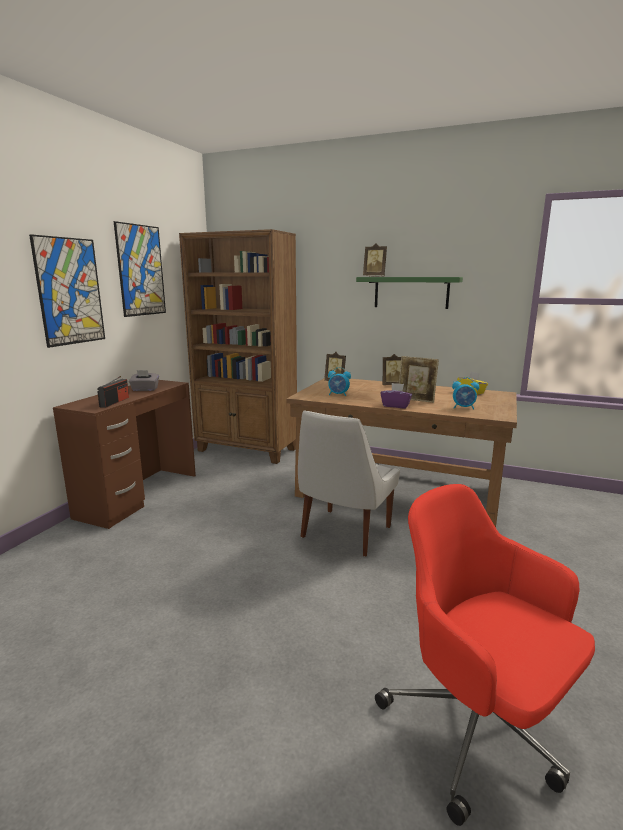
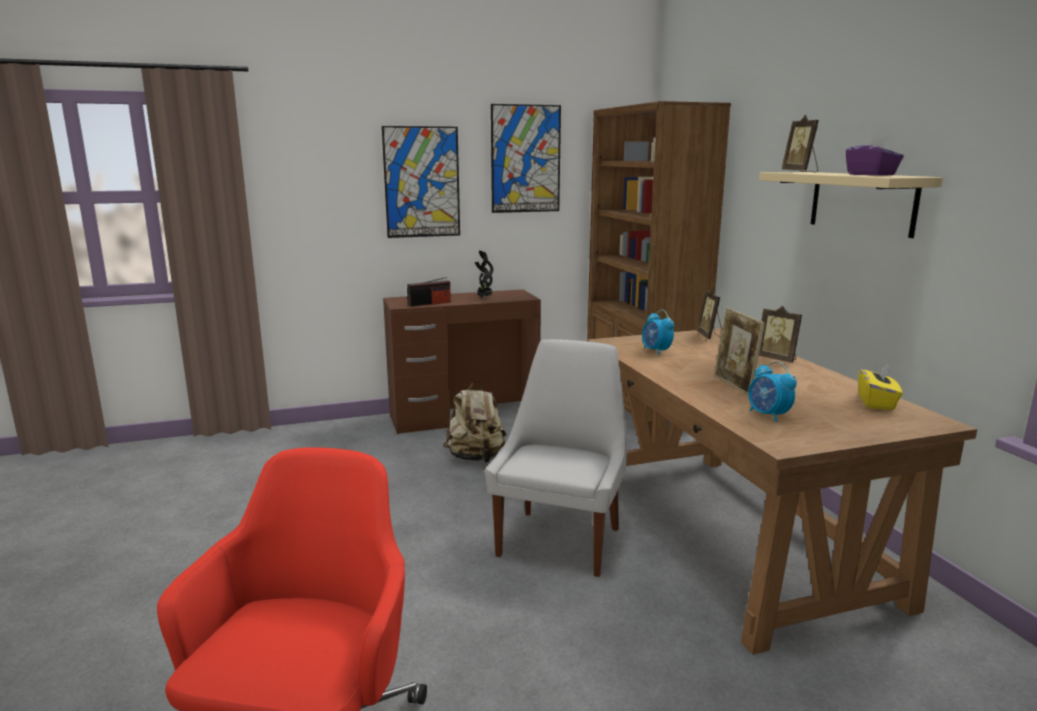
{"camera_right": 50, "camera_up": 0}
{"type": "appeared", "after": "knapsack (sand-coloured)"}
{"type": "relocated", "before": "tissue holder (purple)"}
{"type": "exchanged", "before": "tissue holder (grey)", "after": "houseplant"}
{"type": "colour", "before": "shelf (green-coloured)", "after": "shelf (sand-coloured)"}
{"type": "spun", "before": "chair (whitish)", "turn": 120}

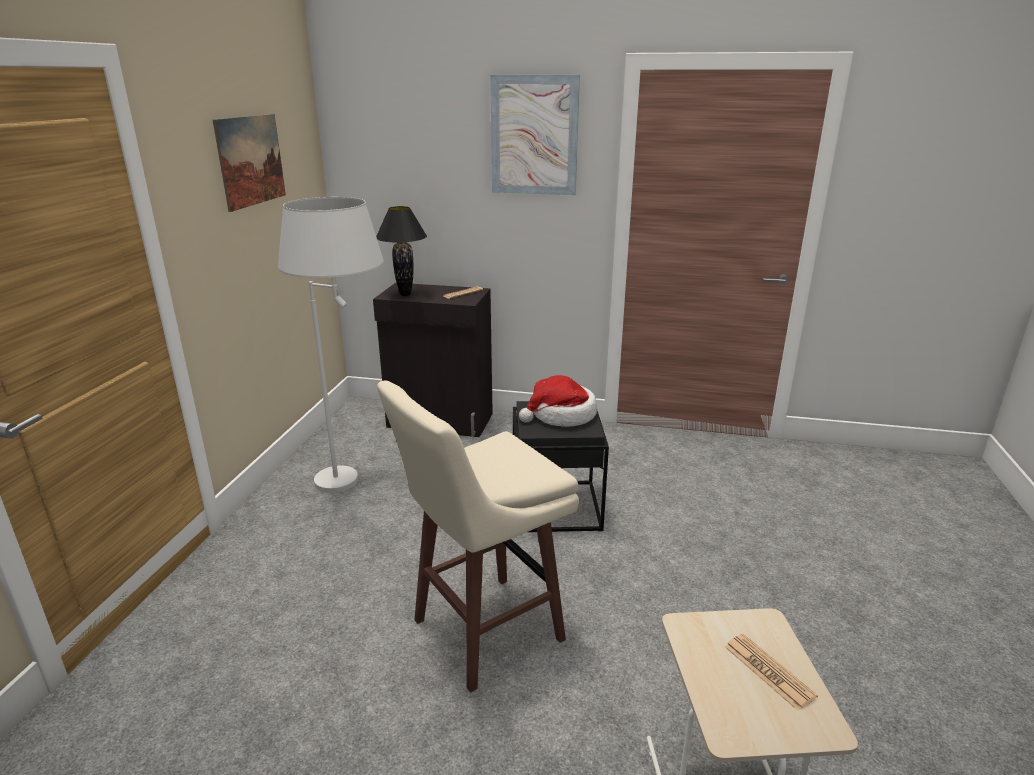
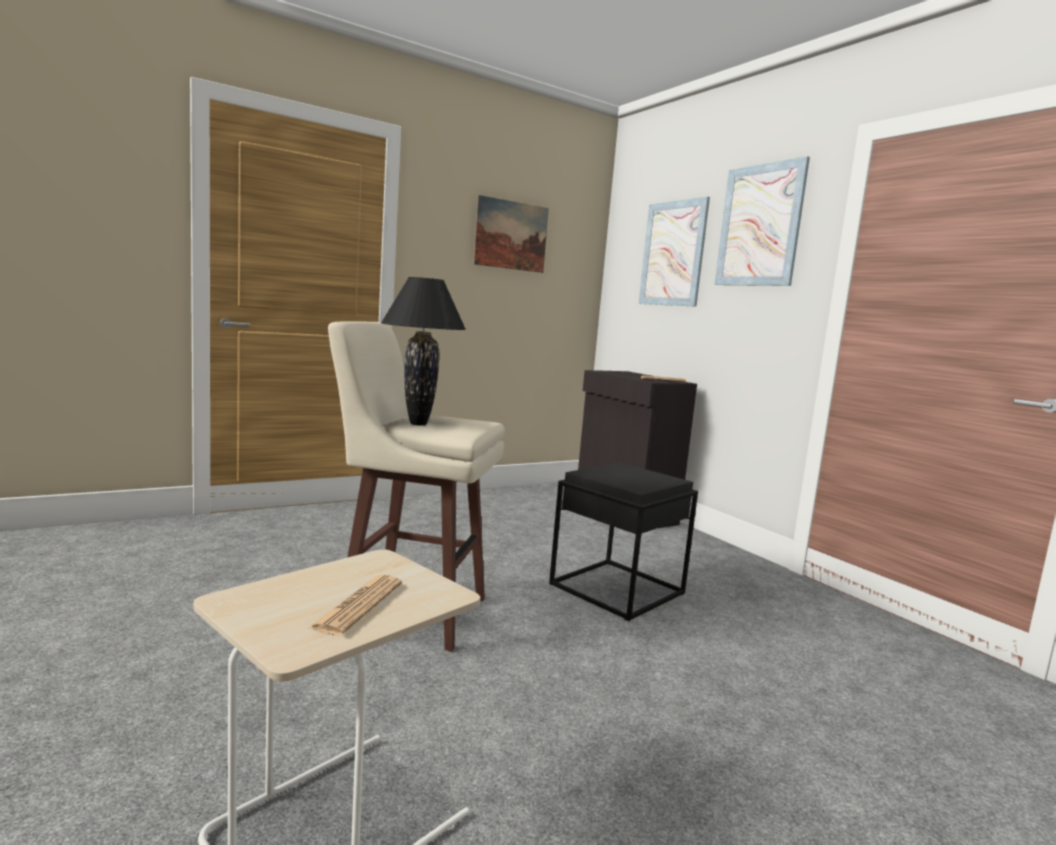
{"camera_right": 45, "camera_up": -15}
{"type": "missing", "before": "floor lamp (whitish)"}
{"type": "missing", "before": "wearable hat"}
{"type": "appeared", "after": "wall art (no. 2 from left)"}
{"type": "relocated", "before": "lamp for a table (black)"}

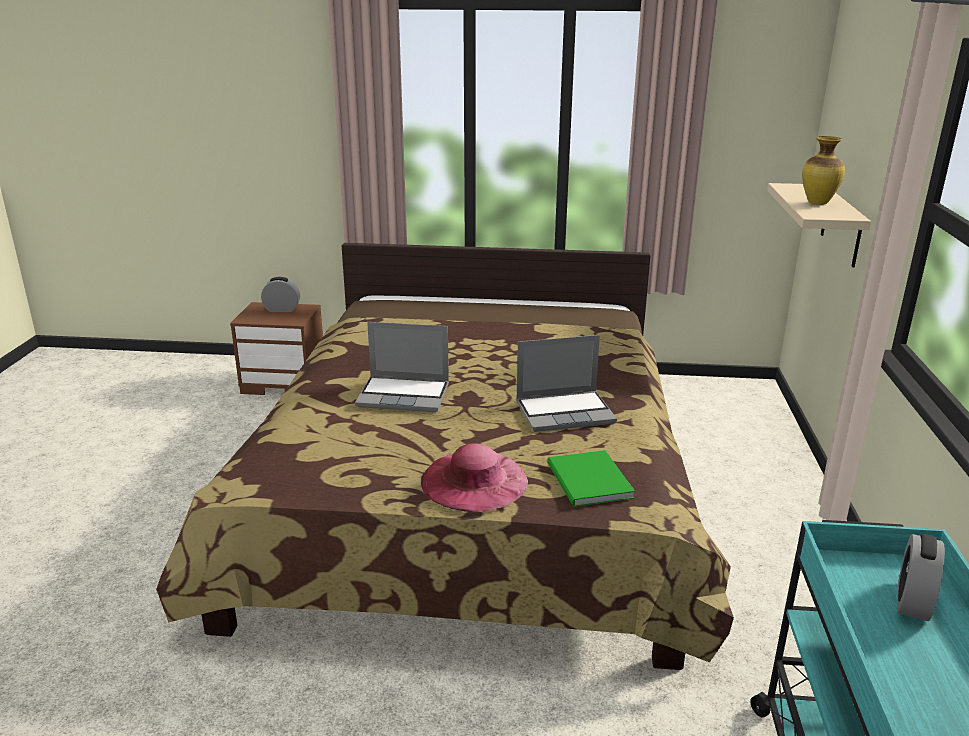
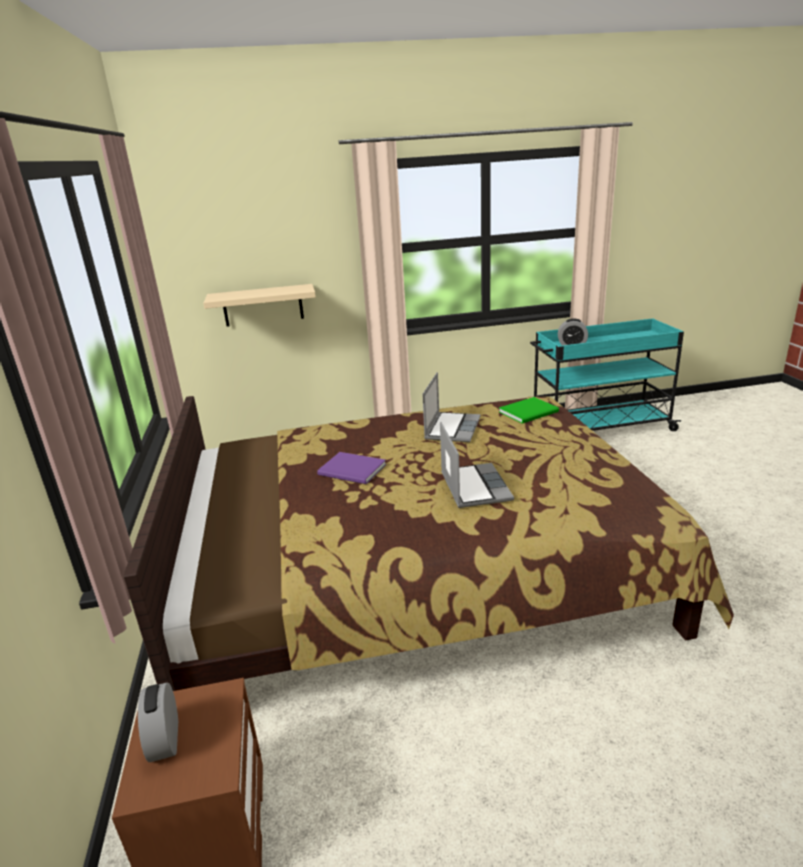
{"camera_right": -105, "camera_up": 0}
{"type": "missing", "before": "wearable hat (pink)"}
{"type": "missing", "before": "decorative vase"}
{"type": "appeared", "after": "volume (purple)"}
{"type": "spun", "before": "notebook computer (no. 2 from left in the first image)", "turn": 45}

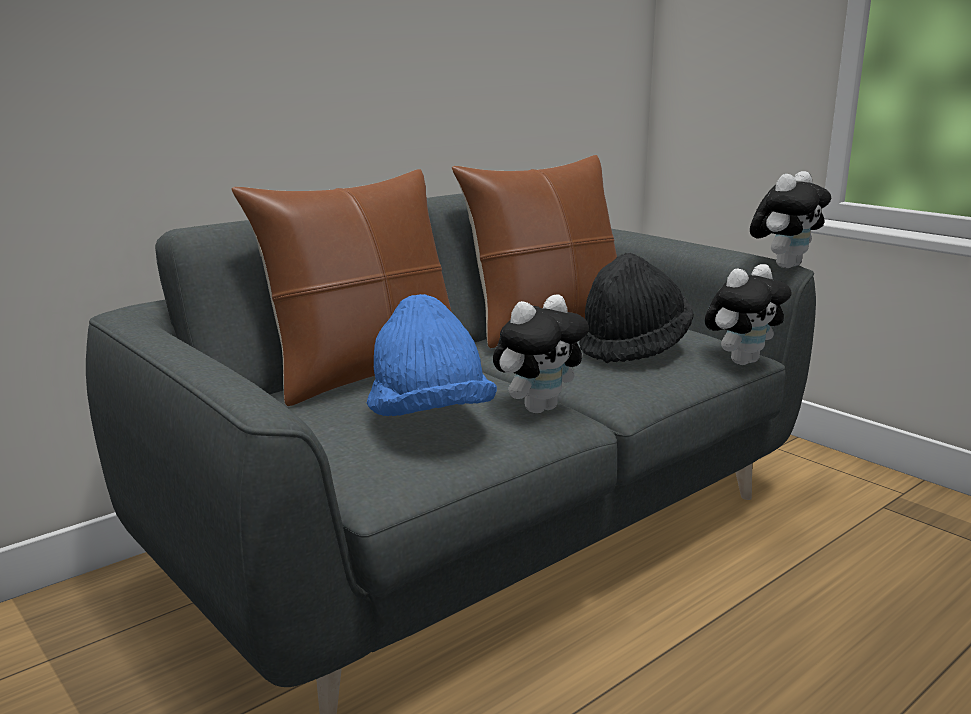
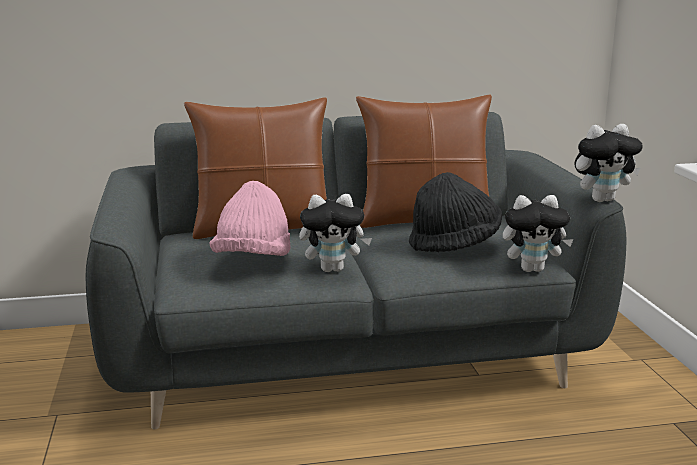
{"camera_right": 30, "camera_up": 0}
{"type": "colour", "before": "wearable hat (blue)", "after": "wearable hat (pink)"}

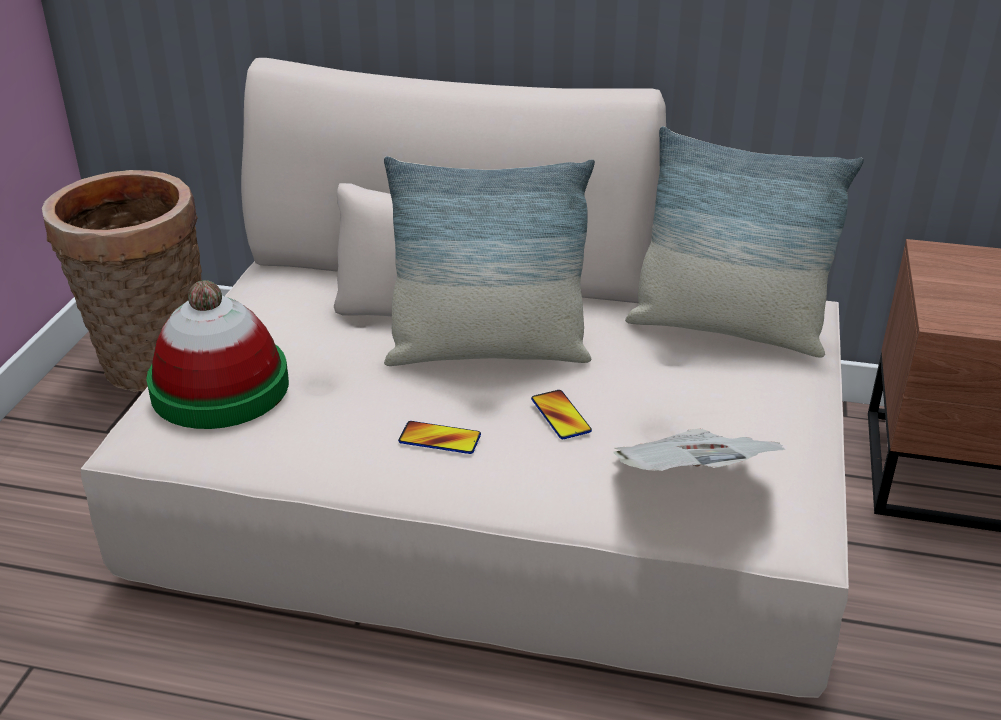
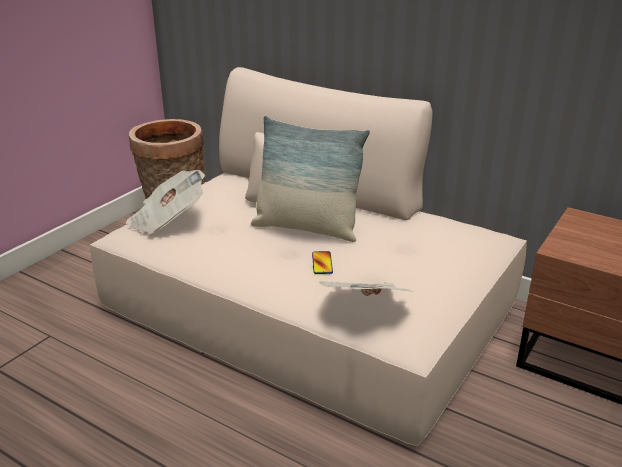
{"camera_right": 20, "camera_up": -5}
{"type": "missing", "before": "telephone (no. 1 from left)"}
{"type": "missing", "before": "cushion (no. 2 from left)"}
{"type": "exchanged", "before": "wearable hat", "after": "daily paper (no. 1 from left)"}

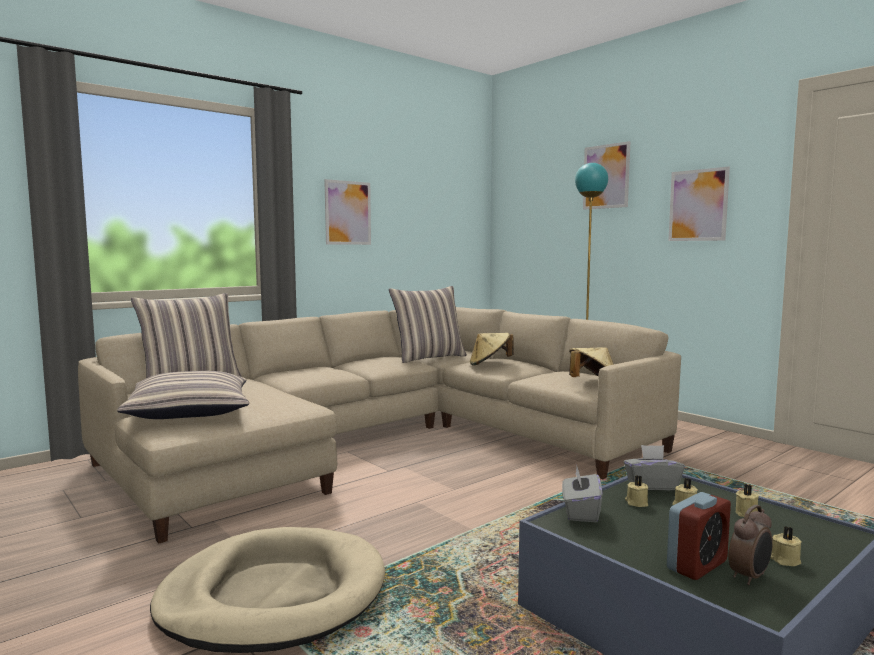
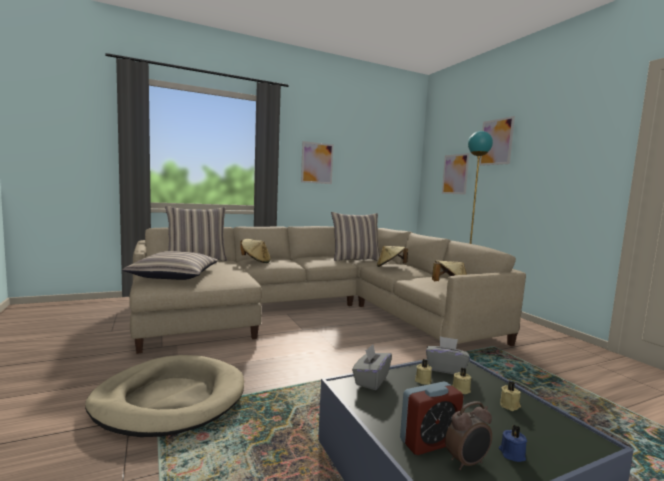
{"camera_right": 15, "camera_up": 0}
{"type": "appeared", "after": "wearable hat (sand-coloured) (no. 1 from left)"}
{"type": "relocated", "before": "wall art (no. 3 from left in the first image)", "after": "wall art (no. 2 from left)"}
{"type": "colour", "before": "candle (sand-coloured) (no. 4 from left)", "after": "candle (blue)"}

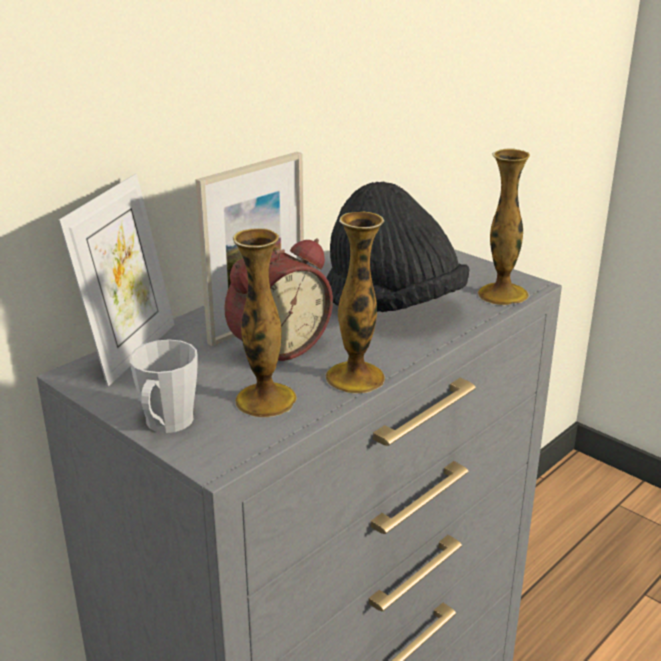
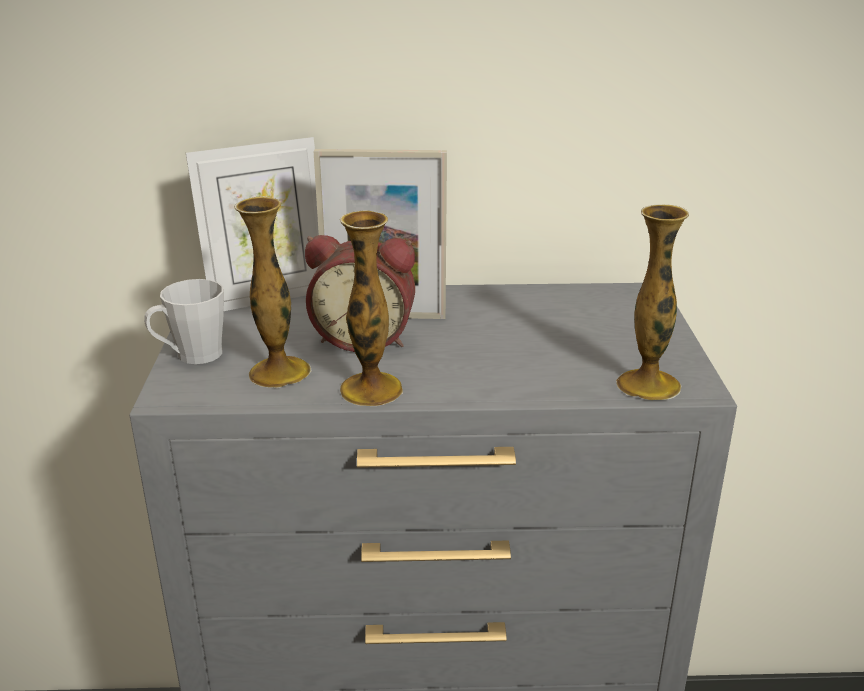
{"camera_right": 45, "camera_up": 0}
{"type": "missing", "before": "wearable hat (black)"}

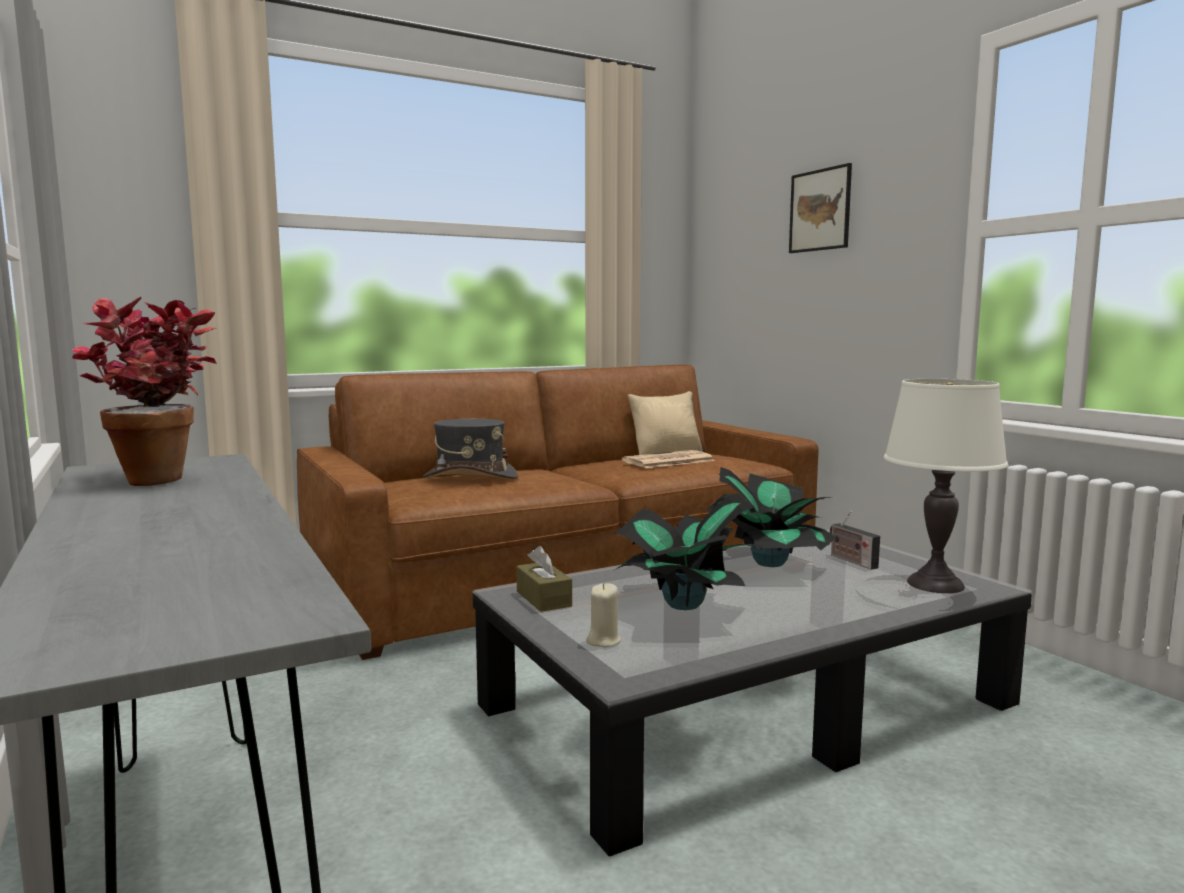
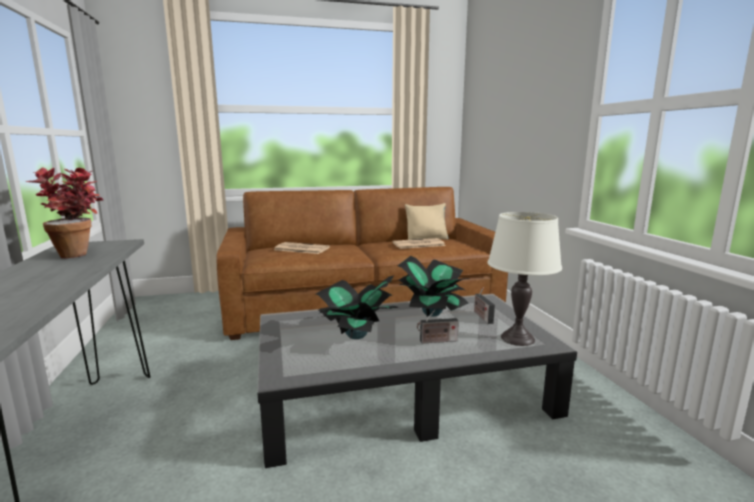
{"camera_right": 15, "camera_up": 5}
{"type": "missing", "before": "tissue holder (brownish)"}
{"type": "missing", "before": "candle (sand-coloured)"}
{"type": "missing", "before": "wall art"}
{"type": "appeared", "after": "radio set (no. 1 from left)"}
{"type": "exchanged", "before": "wearable hat (grey)", "after": "daily paper (no. 1 from left)"}

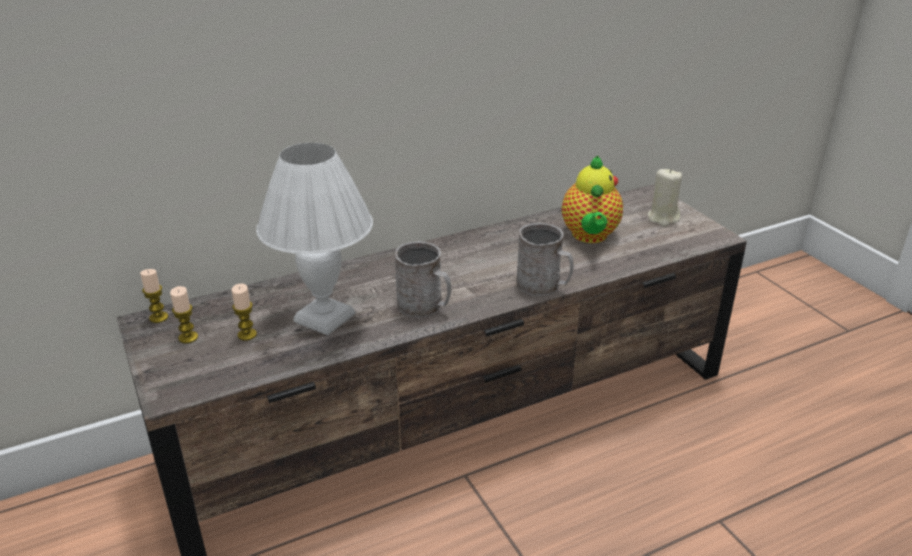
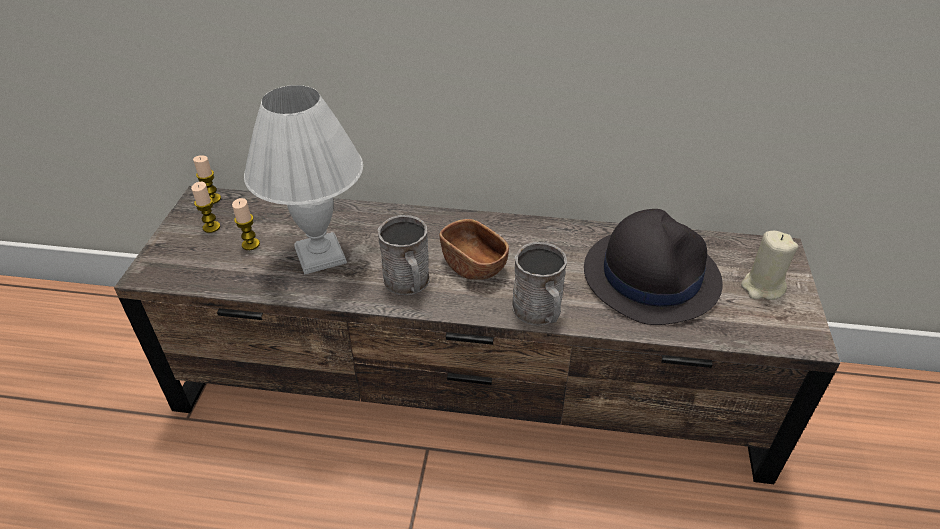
{"camera_right": 35, "camera_up": 10}
{"type": "appeared", "after": "deep dish (brownish)"}
{"type": "exchanged", "before": "tea pot", "after": "wearable hat (black)"}

